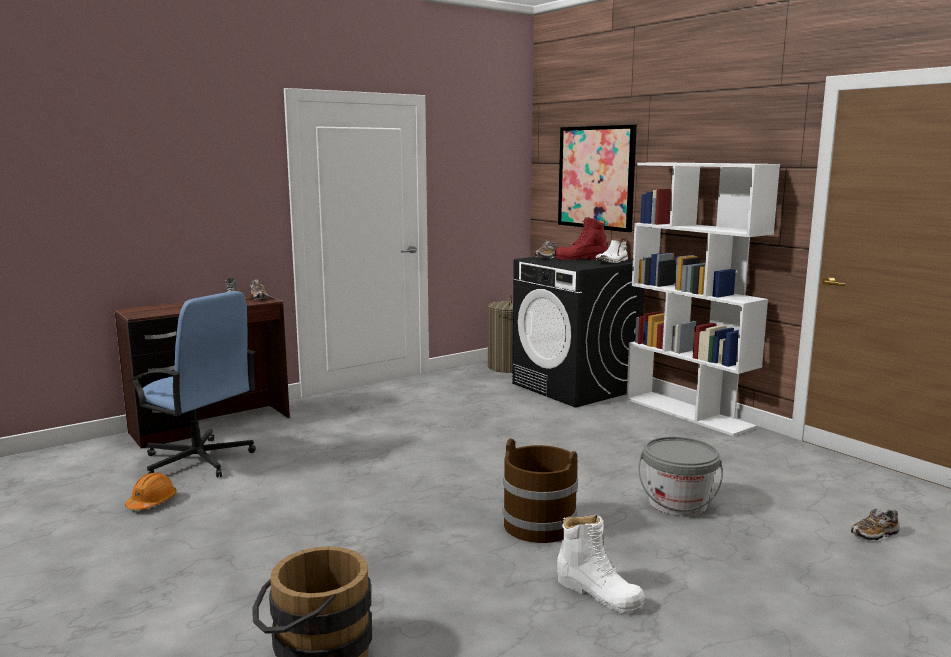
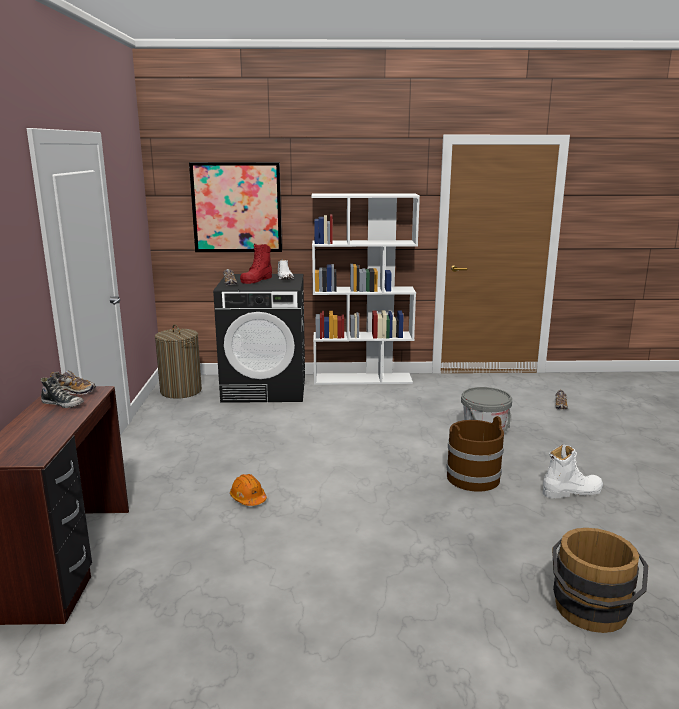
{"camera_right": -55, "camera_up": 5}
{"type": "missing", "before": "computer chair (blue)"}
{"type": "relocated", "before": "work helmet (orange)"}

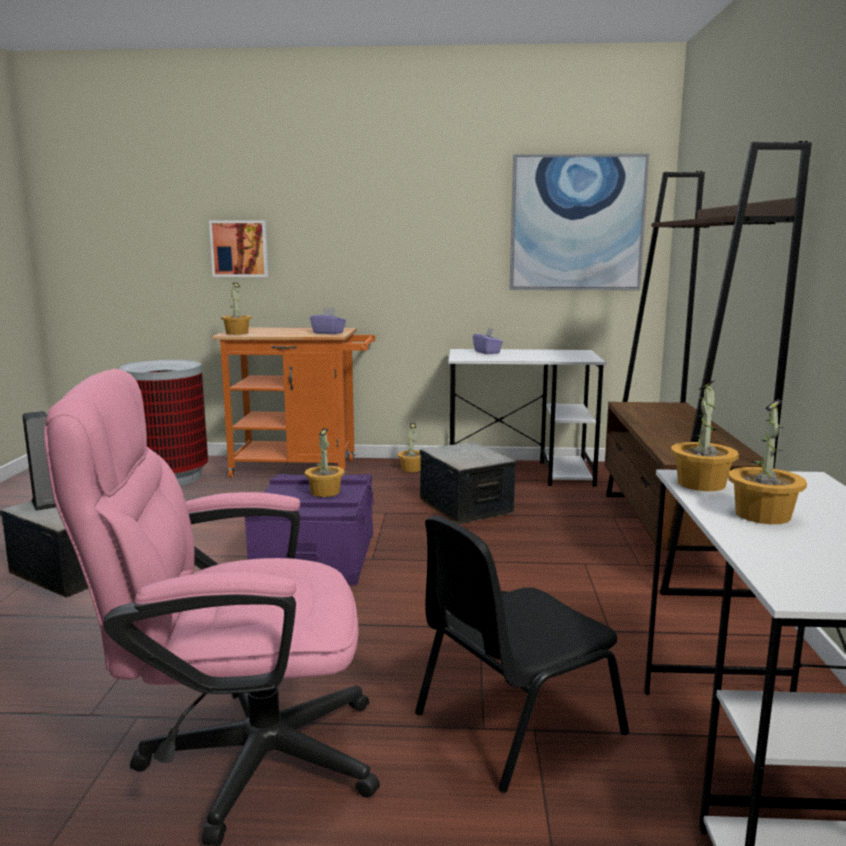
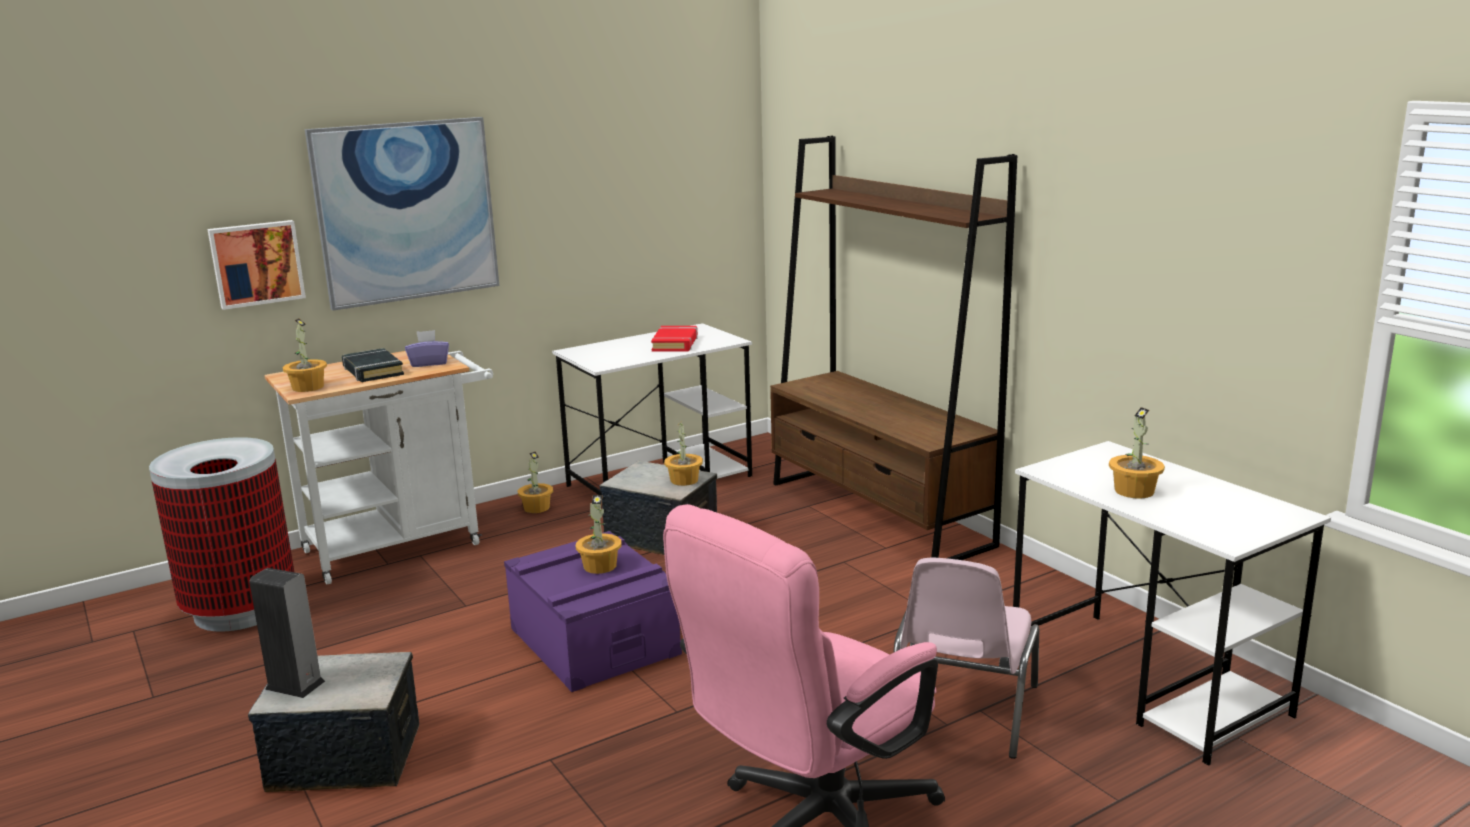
{"camera_right": -35, "camera_up": 5}
{"type": "missing", "before": "tissue holder (purple) (no. 2 from left)"}
{"type": "appeared", "after": "volume (black)"}
{"type": "appeared", "after": "volume (reddish)"}
{"type": "relocated", "before": "wall art (no. 2 from left)"}
{"type": "relocated", "before": "houseplant (no. 4 from left)"}
{"type": "colour", "before": "trolley (orange)", "after": "trolley (whitish)"}
{"type": "colour", "before": "chair (black)", "after": "chair (pink)"}

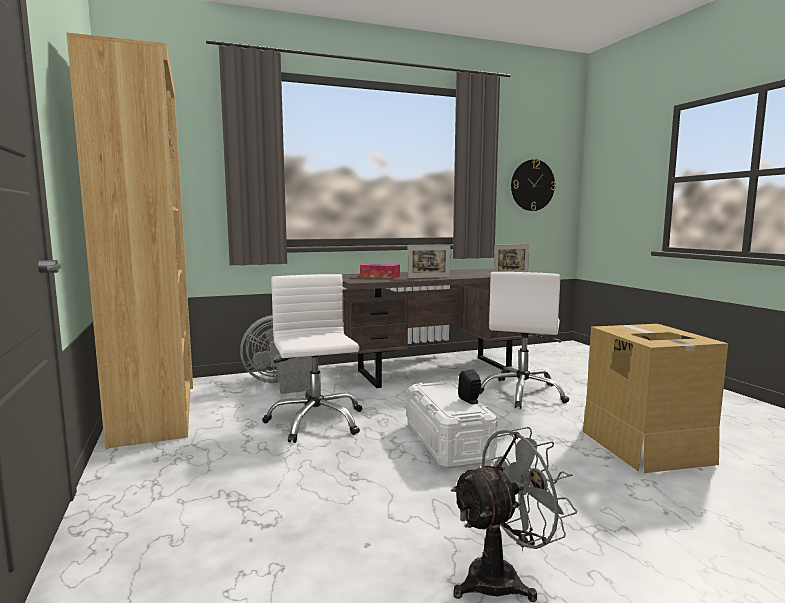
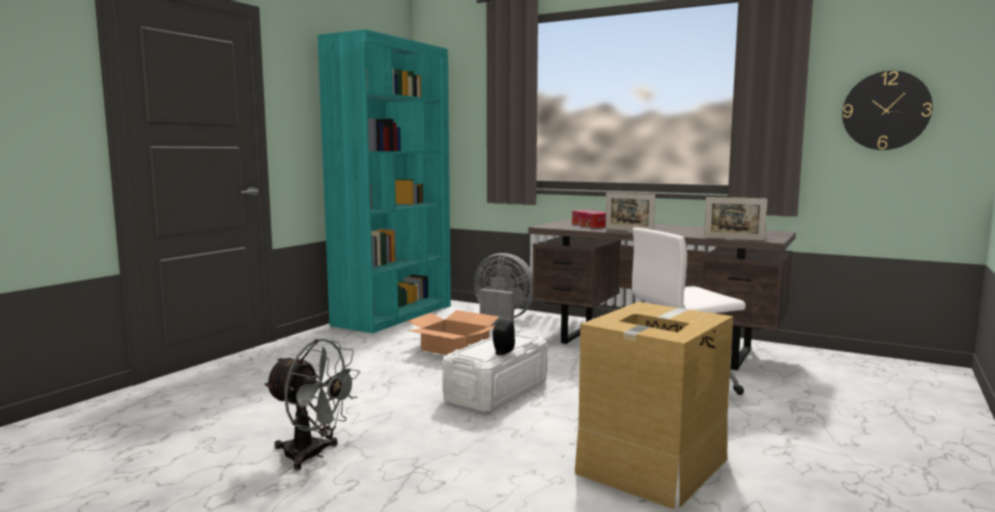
{"camera_right": 50, "camera_up": 0}
{"type": "exchanged", "before": "computer chair (whitish) (no. 1 from left)", "after": "packing box (no. 1 from left)"}
{"type": "colour", "before": "bookcase (brownish)", "after": "bookcase (blue-green)"}

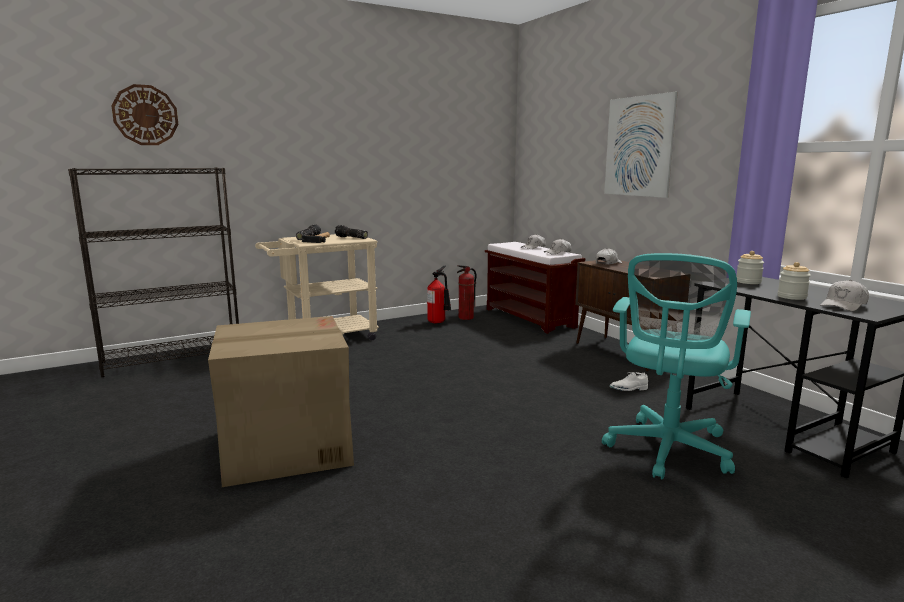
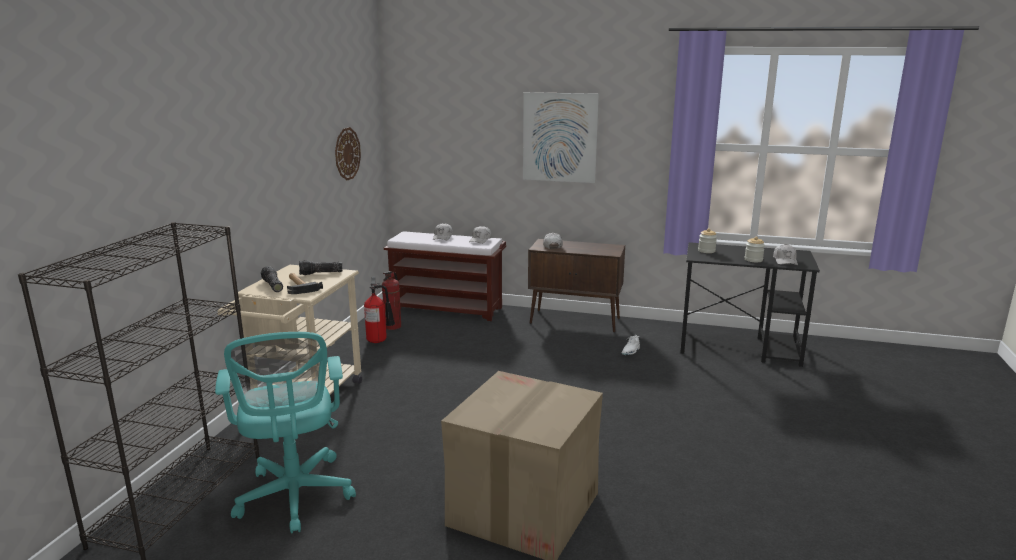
{"camera_right": -45, "camera_up": 5}
{"type": "relocated", "before": "wall clock"}
{"type": "relocated", "before": "computer chair (blue-green)"}

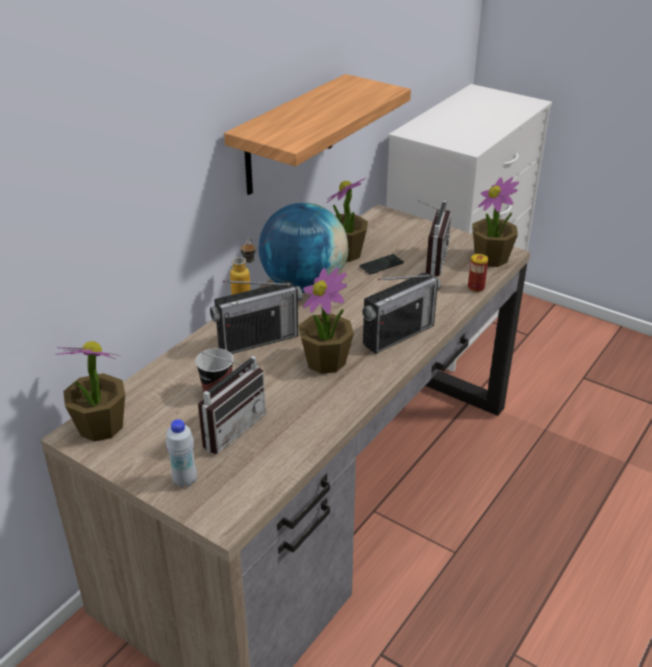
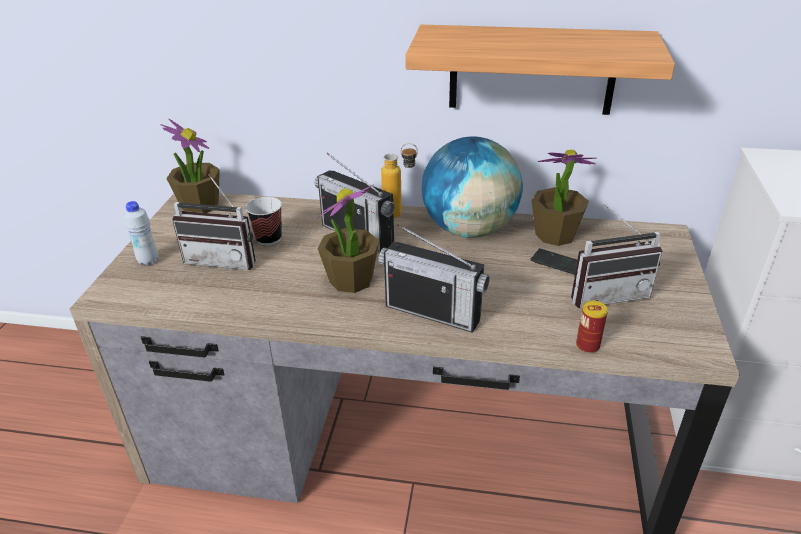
{"camera_right": 65, "camera_up": 0}
{"type": "missing", "before": "houseplant (no. 4 from left)"}

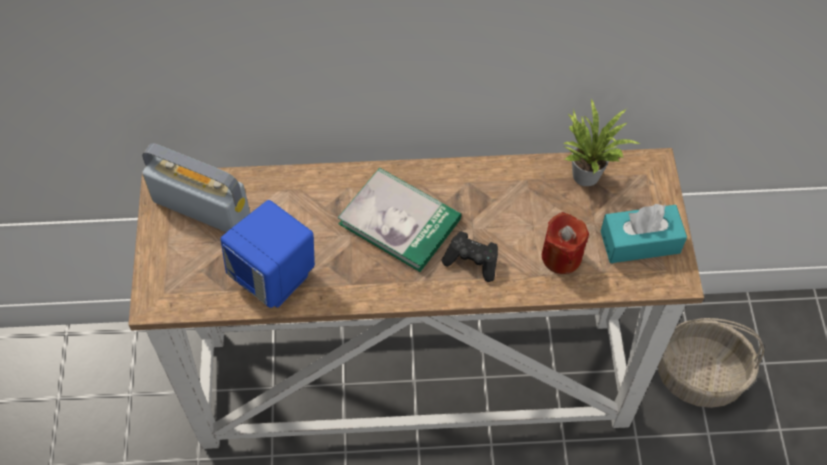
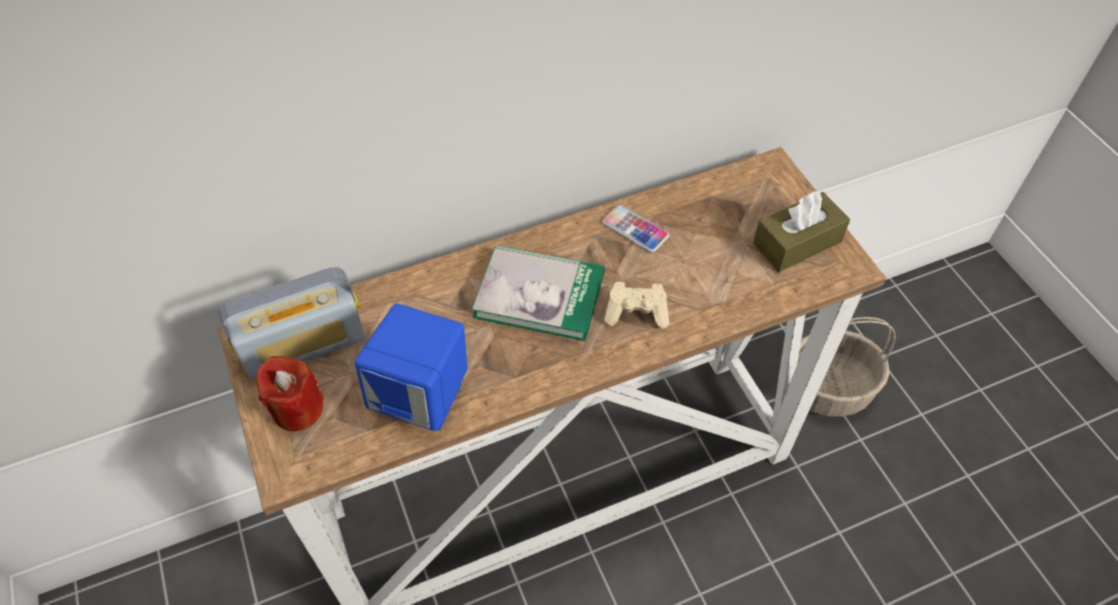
{"camera_right": -20, "camera_up": -5}
{"type": "missing", "before": "houseplant"}
{"type": "appeared", "after": "telephone"}
{"type": "relocated", "before": "candle (reddish)"}
{"type": "colour", "before": "joypad (black)", "after": "joypad (sand-coloured)"}
{"type": "colour", "before": "tissue holder (blue-green)", "after": "tissue holder (brownish)"}
{"type": "spun", "before": "radio set", "turn": 150}

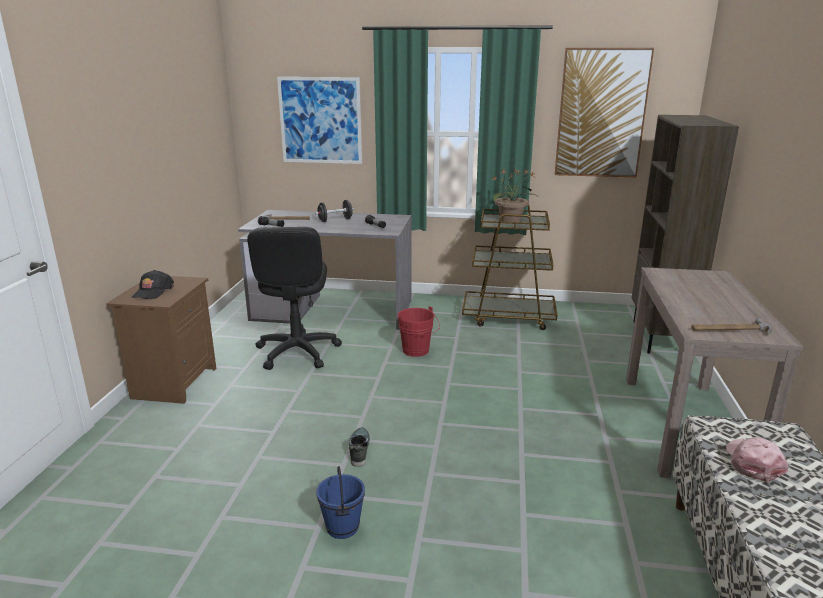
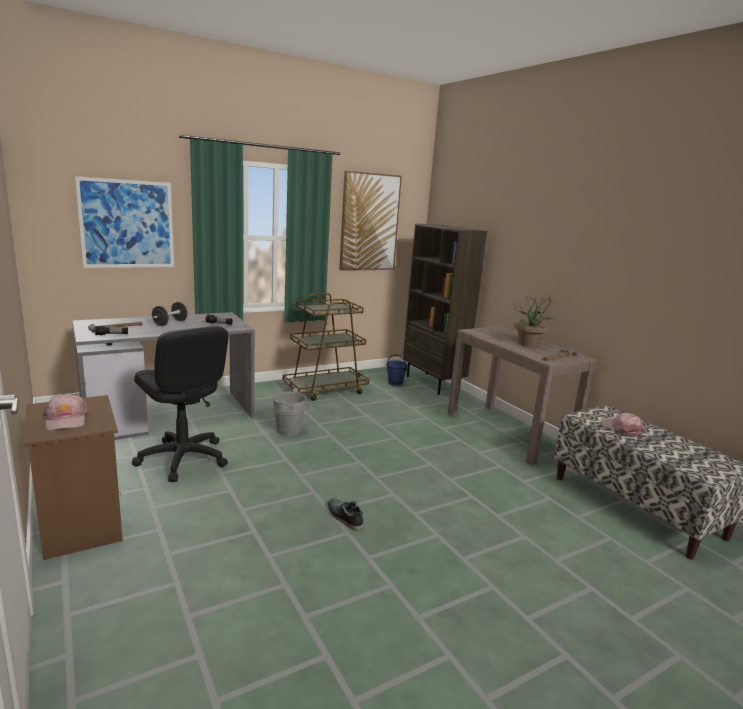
{"camera_right": -40, "camera_up": -5}
{"type": "relocated", "before": "water bucket (blue)"}
{"type": "relocated", "before": "houseplant"}
{"type": "colour", "before": "cap (black)", "after": "cap (pink) (no. 1 from left)"}
{"type": "colour", "before": "water bucket (reddish)", "after": "water bucket (grey)"}

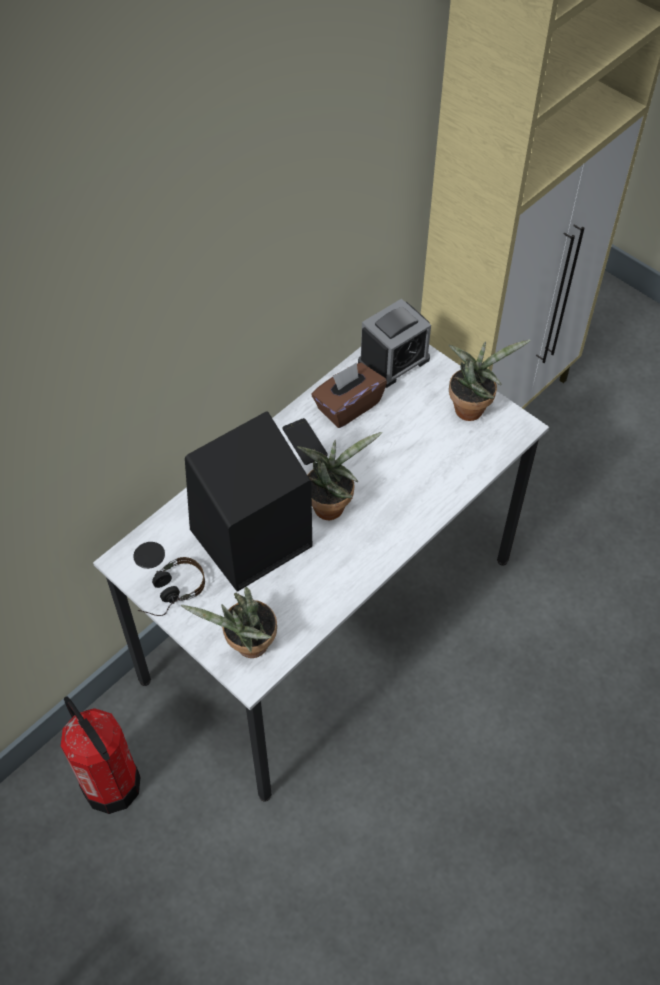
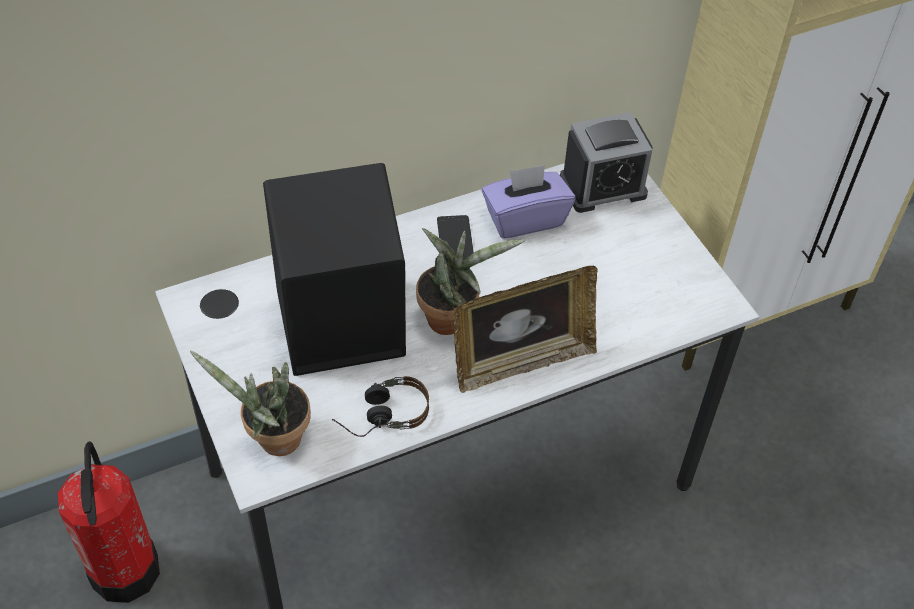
{"camera_right": 20, "camera_up": -5}
{"type": "missing", "before": "houseplant (no. 3 from left)"}
{"type": "appeared", "after": "photo frame"}
{"type": "relocated", "before": "headphones"}
{"type": "colour", "before": "tissue holder (brownish)", "after": "tissue holder (purple)"}

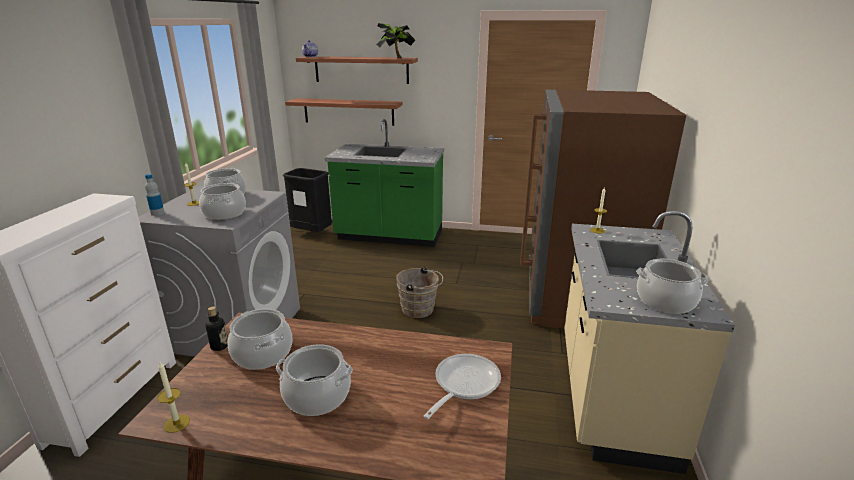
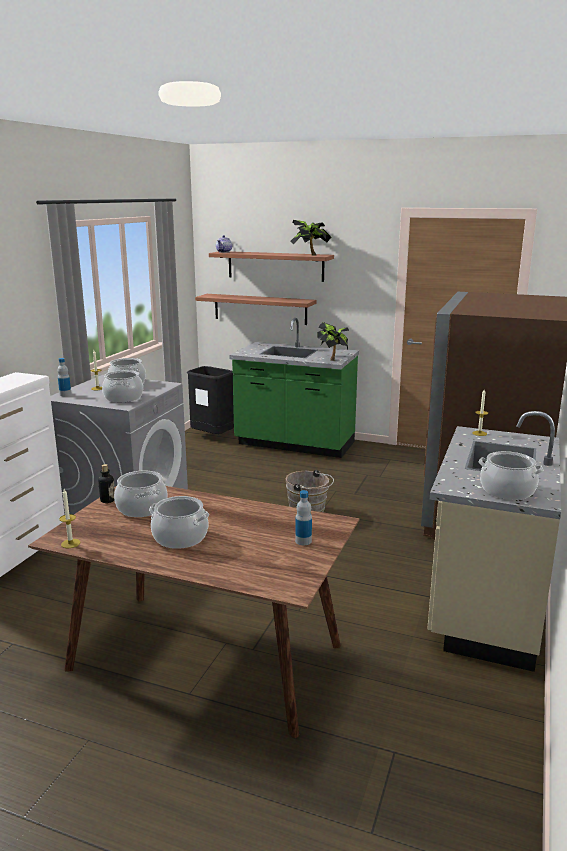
{"camera_right": 10, "camera_up": -5}
{"type": "appeared", "after": "houseplant (no. 2 from left)"}
{"type": "exchanged", "before": "frying pan", "after": "beverage bottle (no. 3 from left)"}

